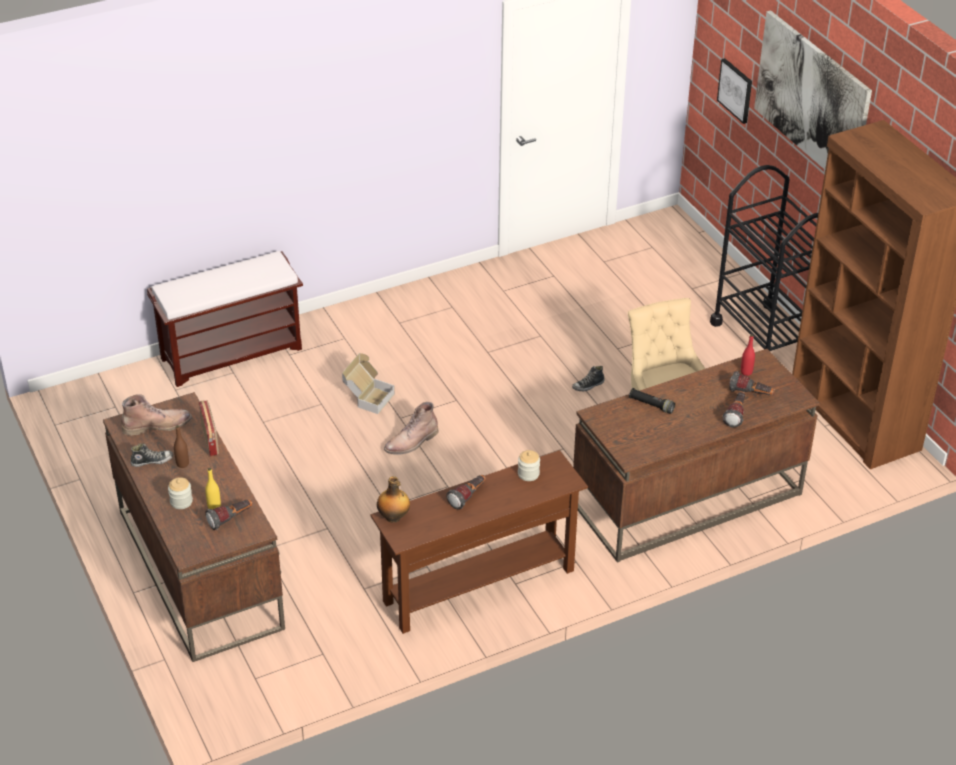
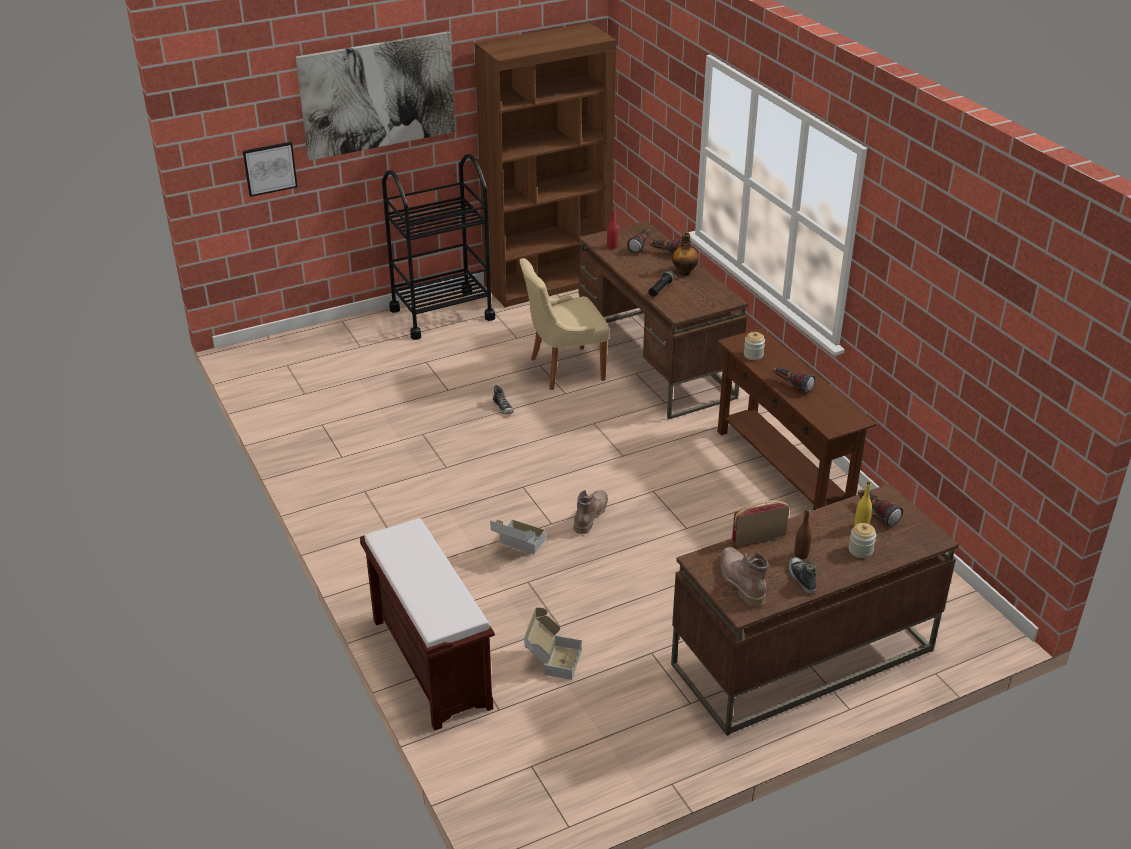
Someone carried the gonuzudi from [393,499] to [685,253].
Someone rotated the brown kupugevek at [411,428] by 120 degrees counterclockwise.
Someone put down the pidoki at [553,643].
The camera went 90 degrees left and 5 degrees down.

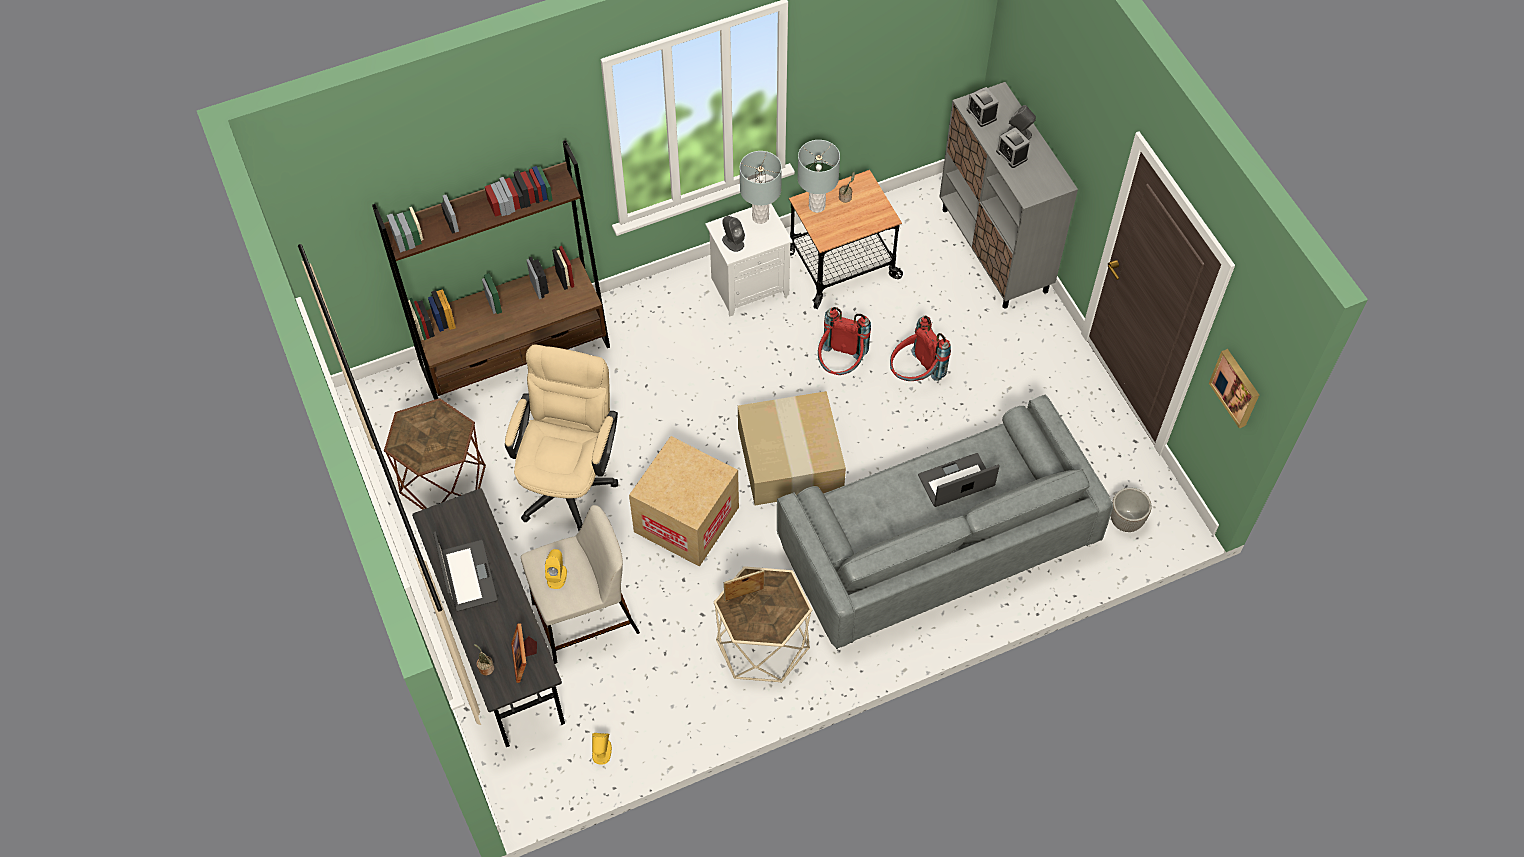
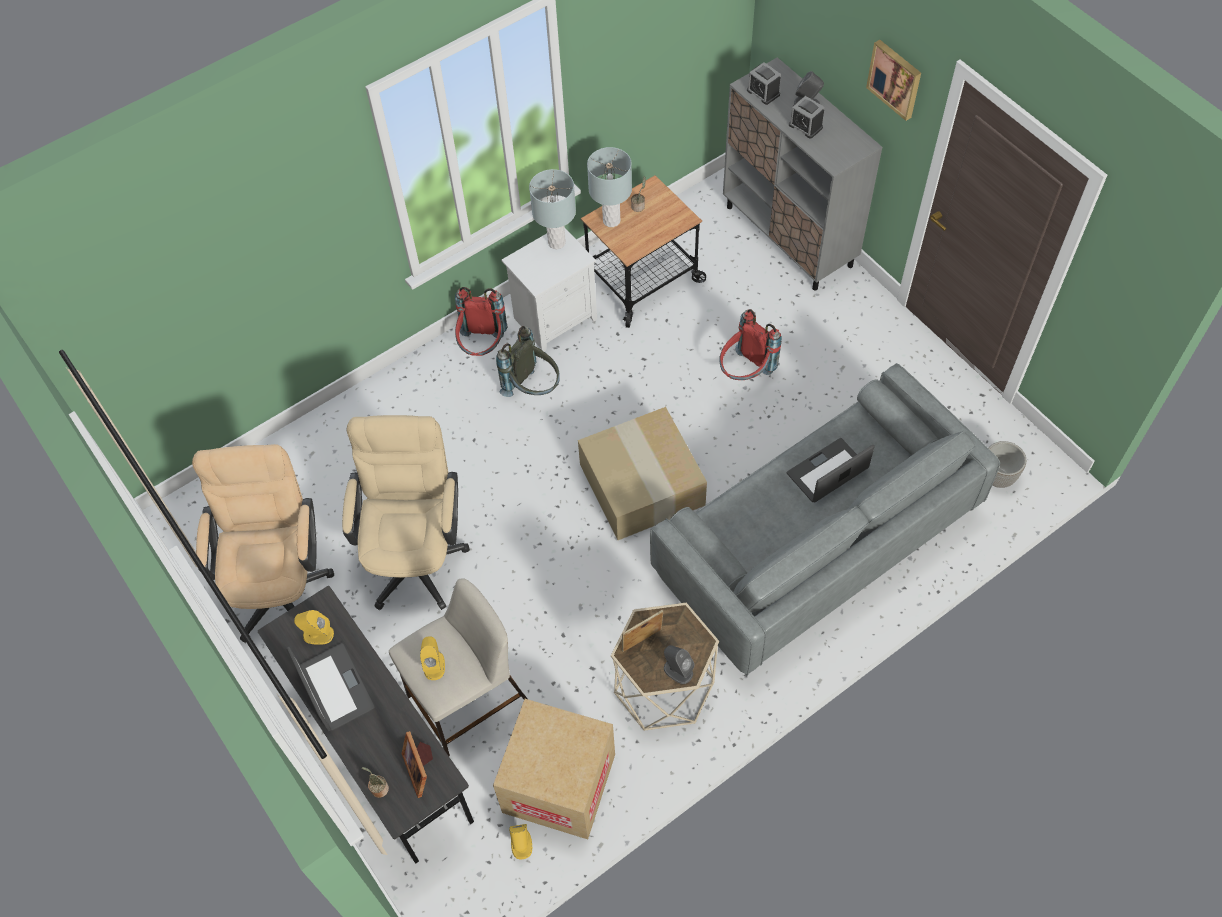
Someone took away the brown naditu at [491,270].
Someone swapped the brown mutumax at [435,454] for the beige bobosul at [263,543].
Someone carried the pidoki from [684,501] to [554,769].
Someone carried the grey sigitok from [733,234] to [679,664].
Someone carried the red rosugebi from [844,341] to [481,321].
Someone carried the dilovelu from [1234,388] to [893,80].
Someone put down the yellow sigitok at [314,627].
Someone put down the grey rosugebi at [528,361].
The camera went 10 degrees left and 0 degrees up.

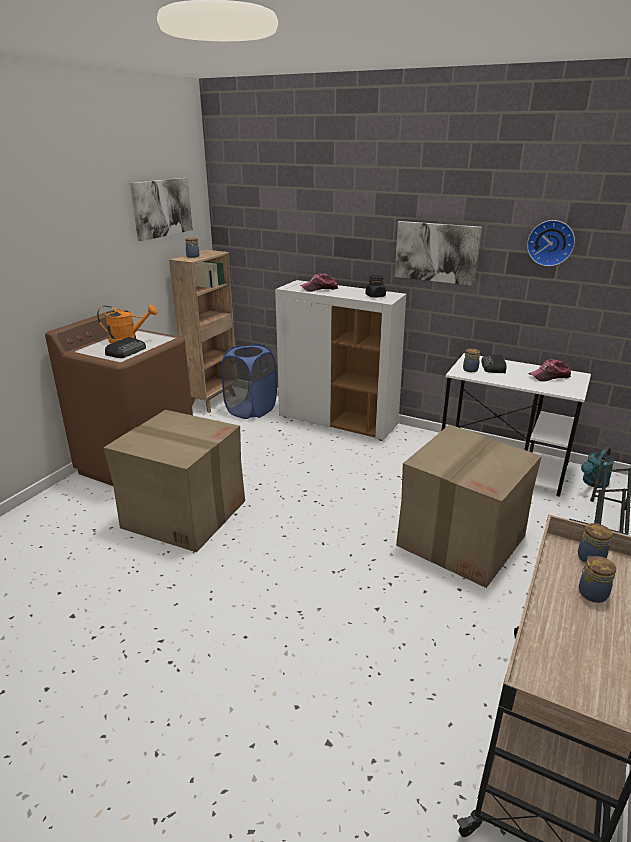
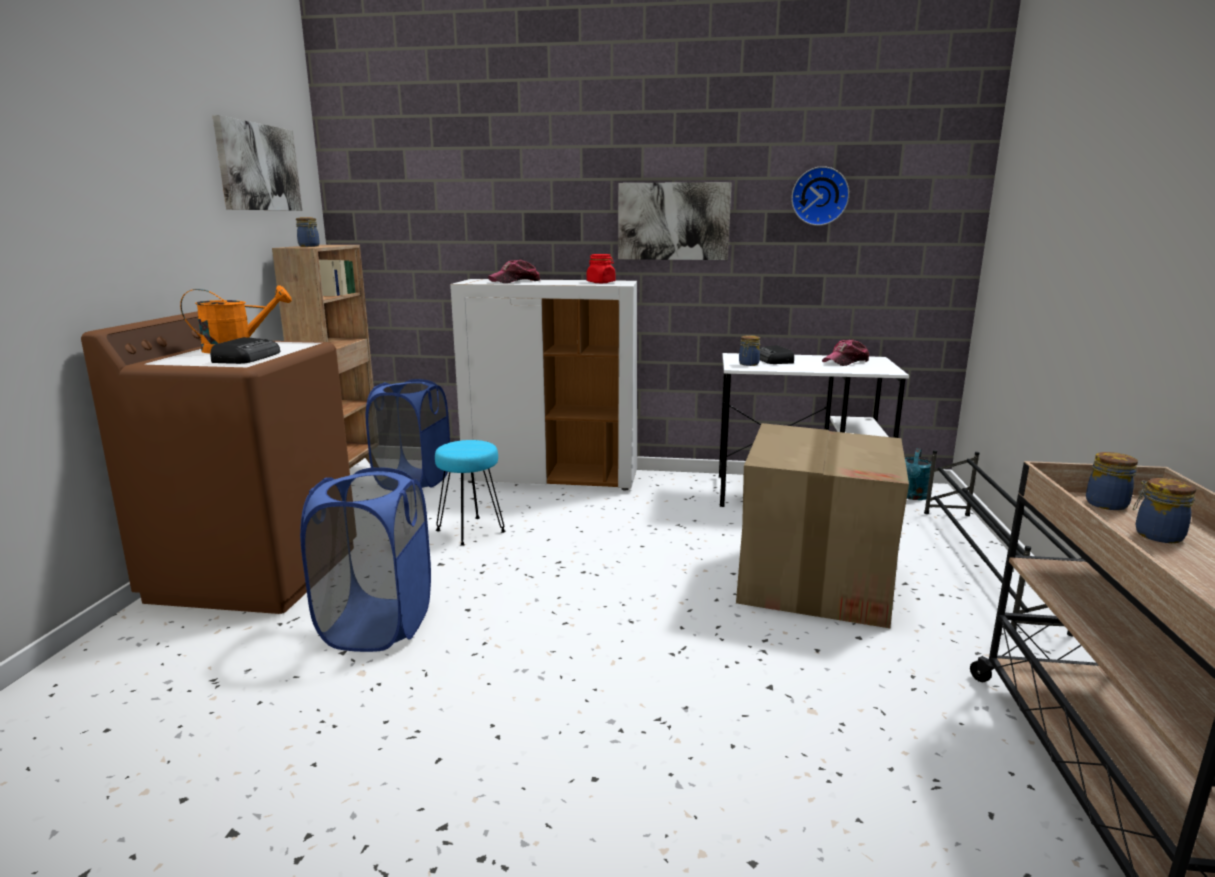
Someone swapped the pidoki at [174,481] for the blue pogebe at [365,559].
Someone repainted the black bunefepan at [375,286], which became the red bunefepan at [601,268].
Someone put down the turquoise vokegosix at [470,493].
The camera went 20 degrees left and 10 degrees down.

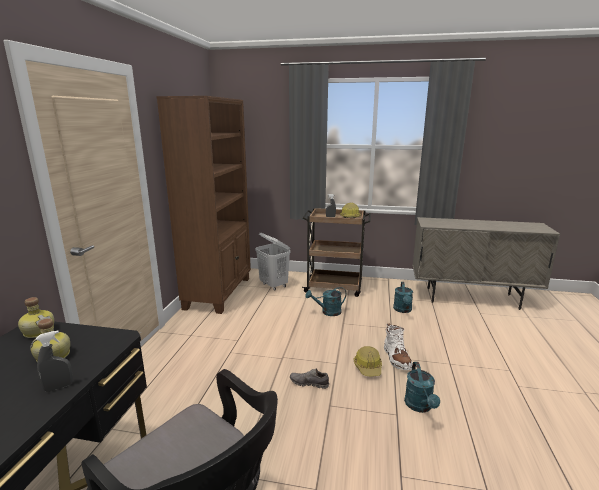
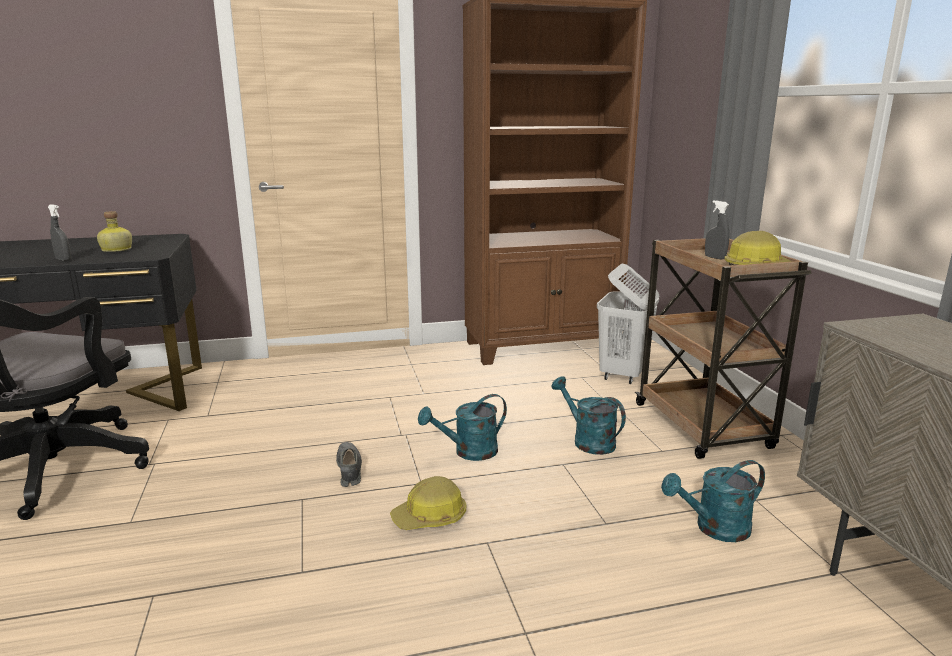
Someone took away the gonuzudi at [36,317].
Someone took away the white kupugevek at [398,346].
Someone carried the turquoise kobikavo from [422,387] to [462,427].
The camera went 65 degrees right and 0 degrees up.

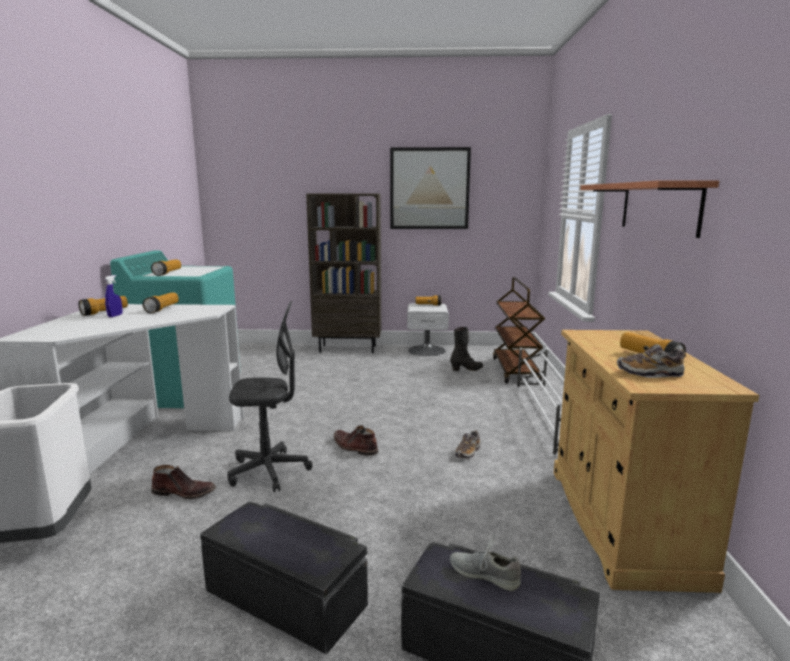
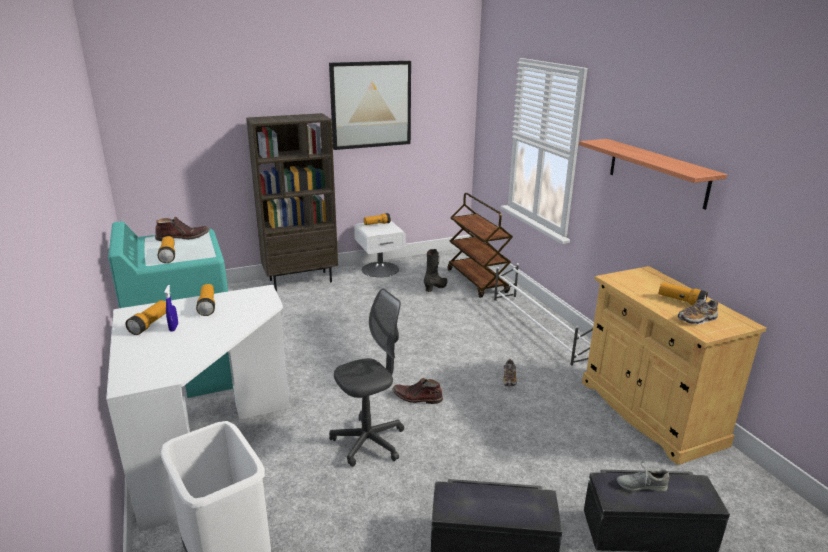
Someone carried the brown kupugevek from [183,482] to [182,229].
The camera went 25 degrees left and 10 degrees up.

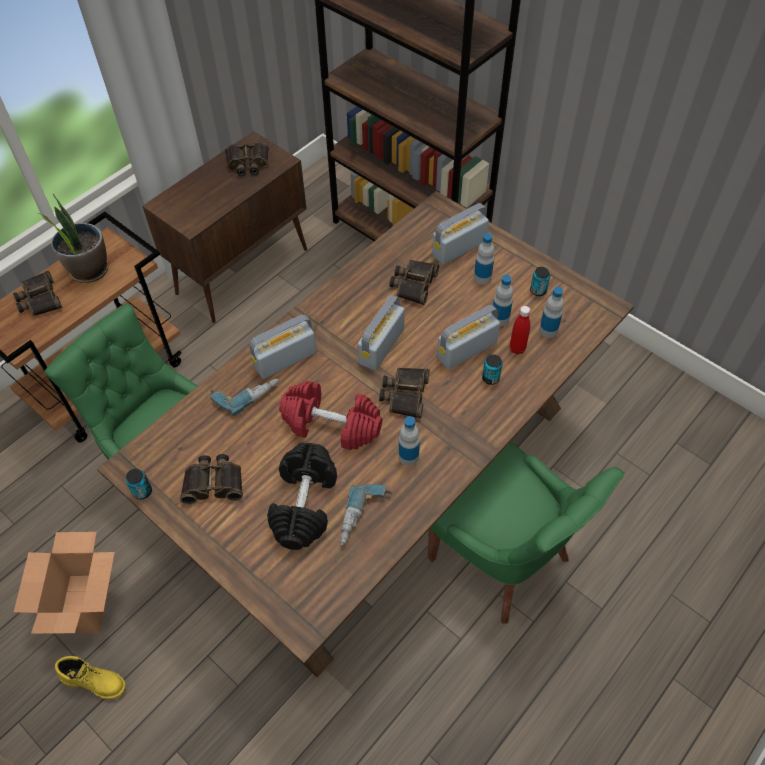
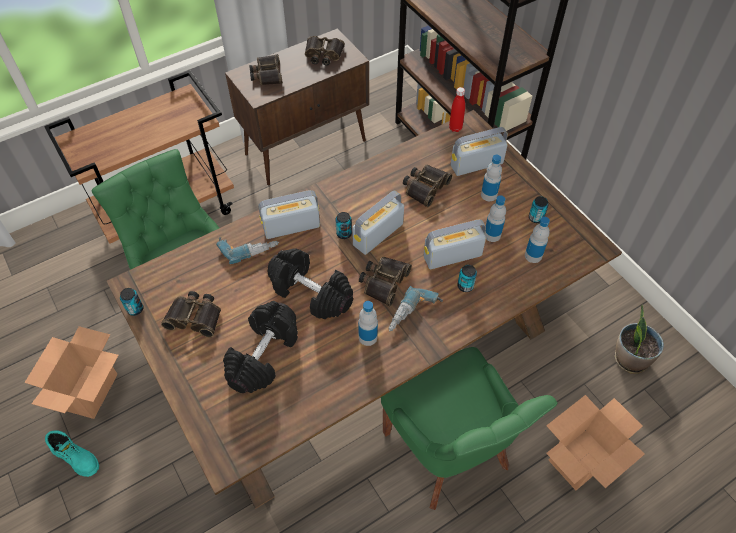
Someone carried the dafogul from [37,293] to [266,69].
Someone carried the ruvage from [73,238] to [639,339].
Someone repainted the yellow kupugevek at [90,677], which became the turquoise kupugevek at [72,453].
Someone repainted the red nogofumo at [330,415], which became the black nogofumo at [310,284].
Someone carried the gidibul from [366,515] to [415,309].
Someone carried the red gonuzudi from [520,330] to [457,109].
Someone put down the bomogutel at [344,225].
Someone put down the pidoki at [595,442].
The camera went 15 degrees right and 0 degrees up.

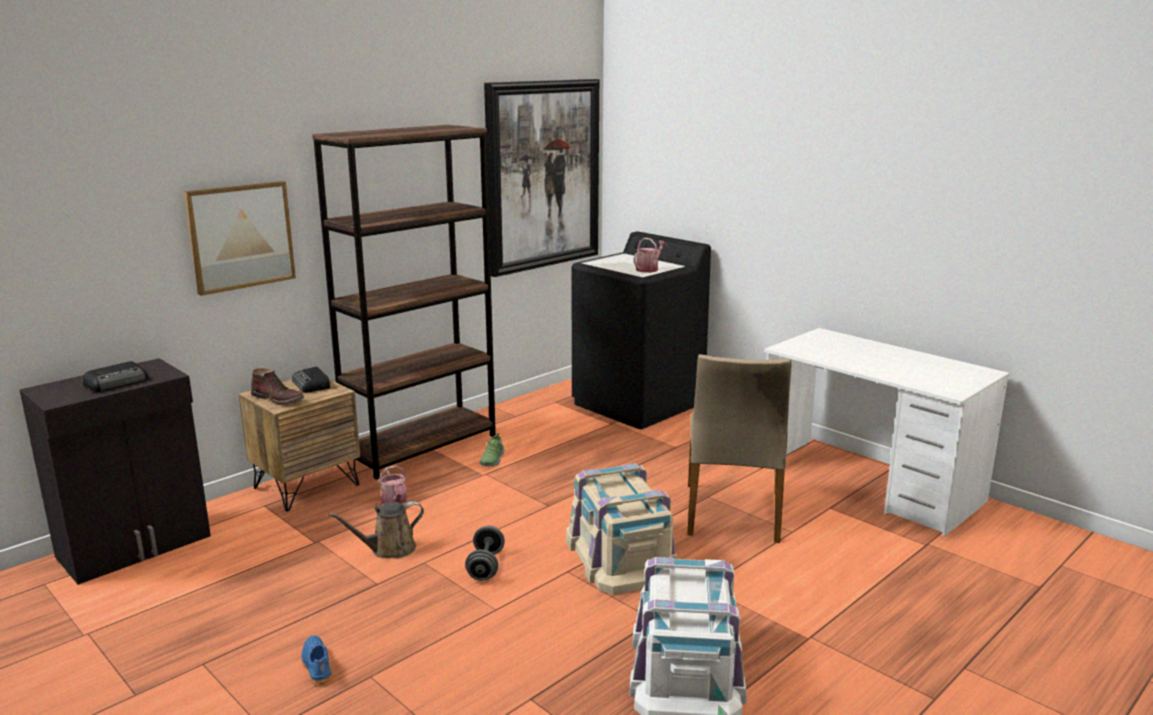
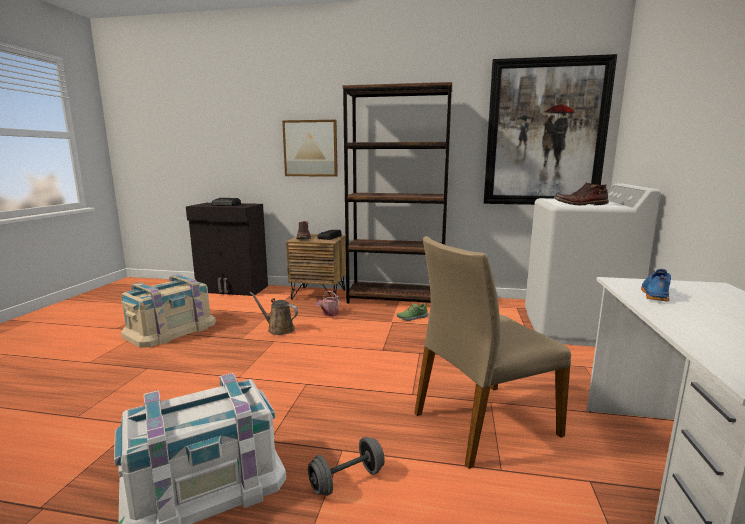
Someone carried the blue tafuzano from [316,660] to [656,285].
Someone carried the grey nogofumo from [485,553] to [346,466].
Someone carried the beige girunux from [621,529] to [168,311].
Someone repainted the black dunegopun at [641,330], which became the white dunegopun at [593,265].
Someone swapped the kobikavo at [650,255] for the brown kupugevek at [581,193].
The camera went 55 degrees right and 5 degrees down.

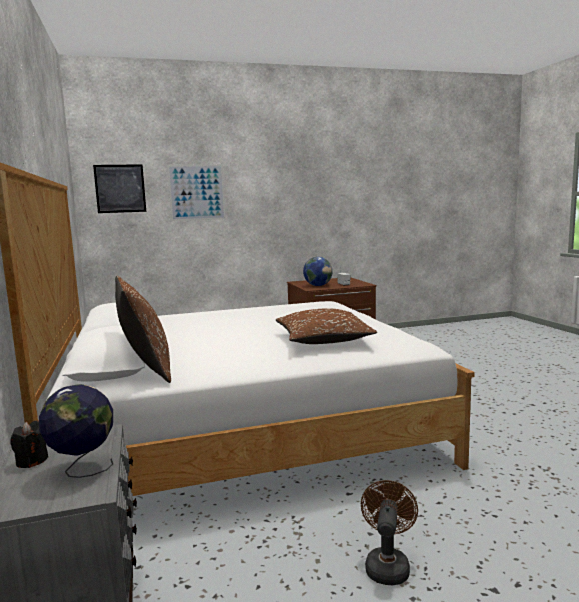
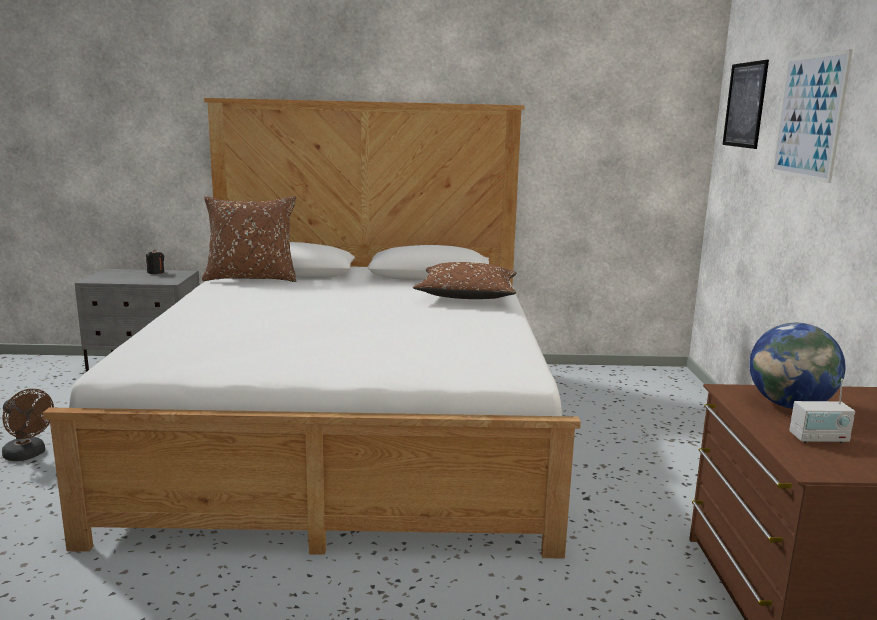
Someone took away the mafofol at [76,431].
Someone carried the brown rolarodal from [326,326] to [465,280].
The camera went 105 degrees right and 5 degrees up.

